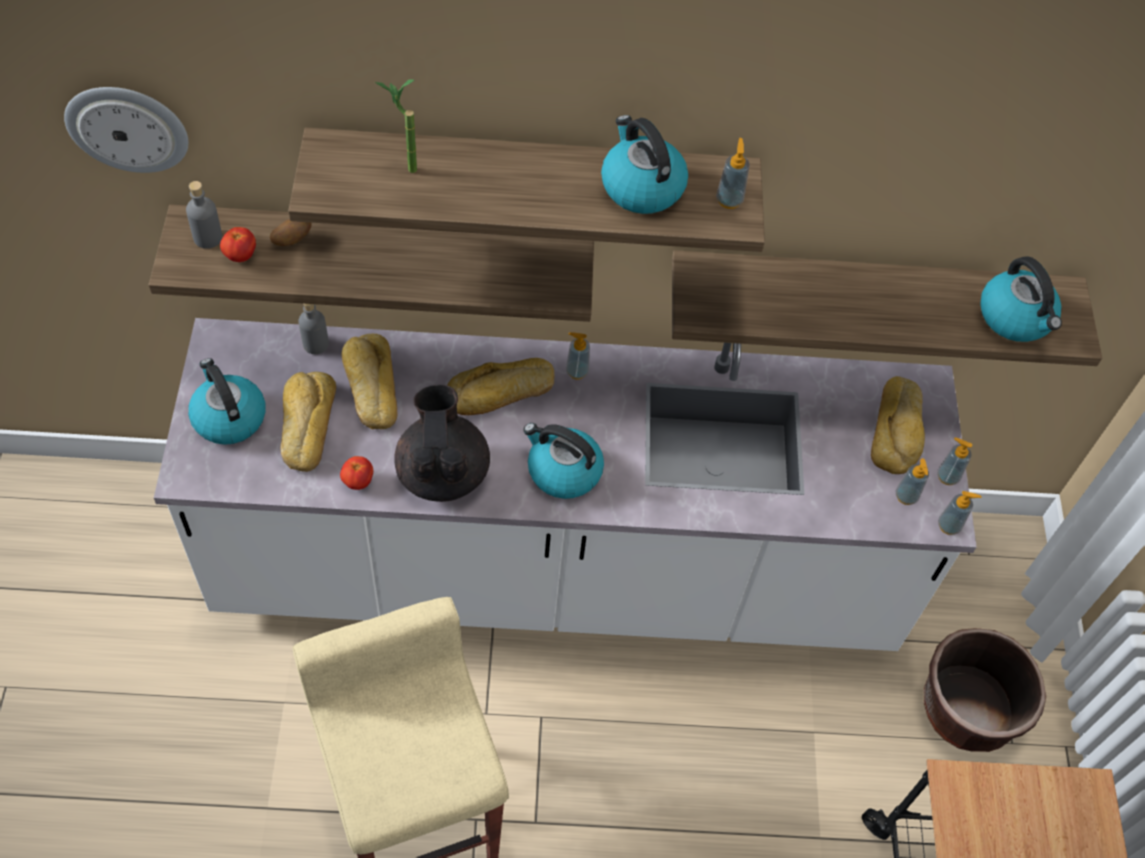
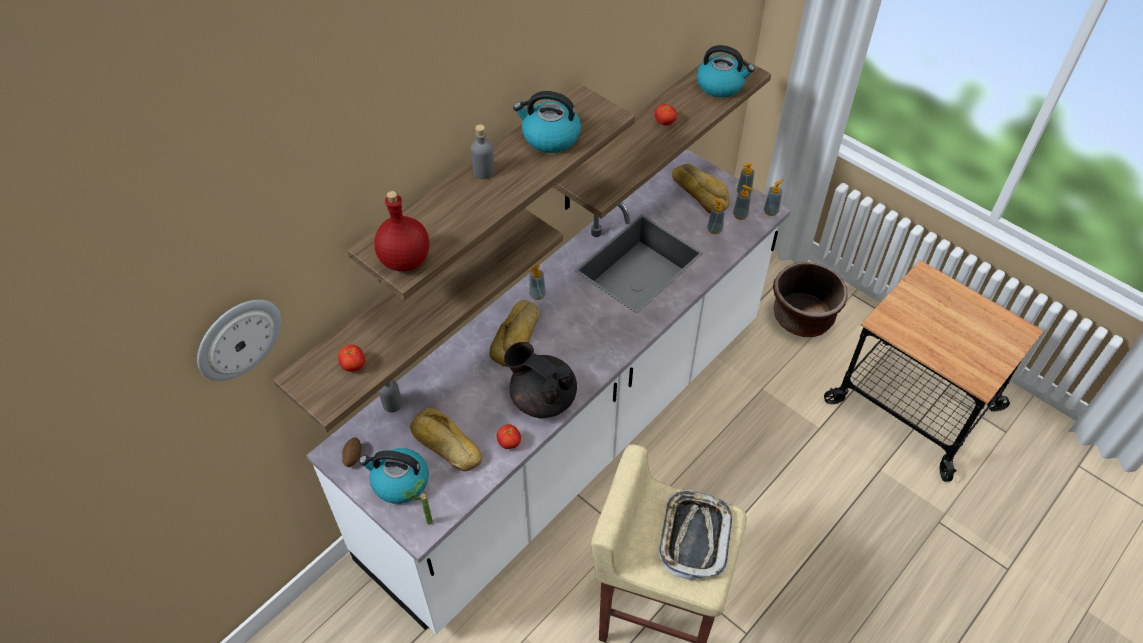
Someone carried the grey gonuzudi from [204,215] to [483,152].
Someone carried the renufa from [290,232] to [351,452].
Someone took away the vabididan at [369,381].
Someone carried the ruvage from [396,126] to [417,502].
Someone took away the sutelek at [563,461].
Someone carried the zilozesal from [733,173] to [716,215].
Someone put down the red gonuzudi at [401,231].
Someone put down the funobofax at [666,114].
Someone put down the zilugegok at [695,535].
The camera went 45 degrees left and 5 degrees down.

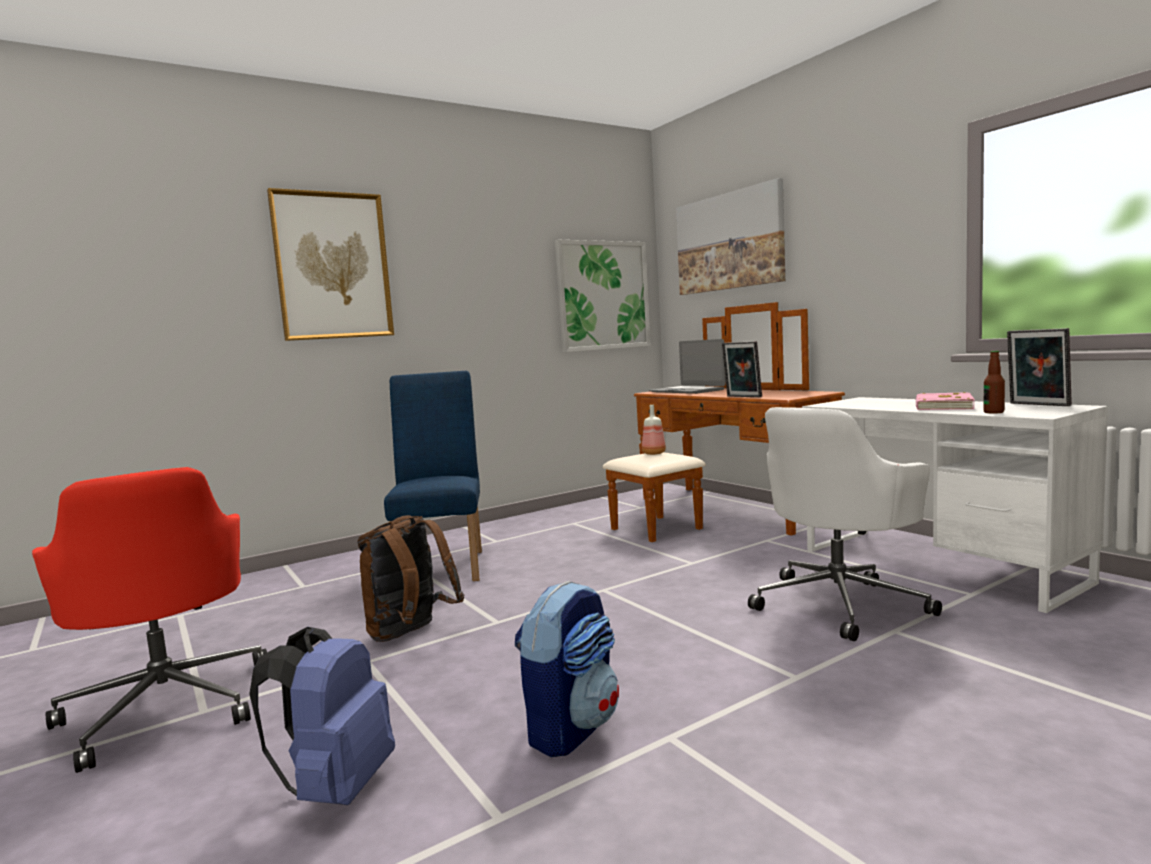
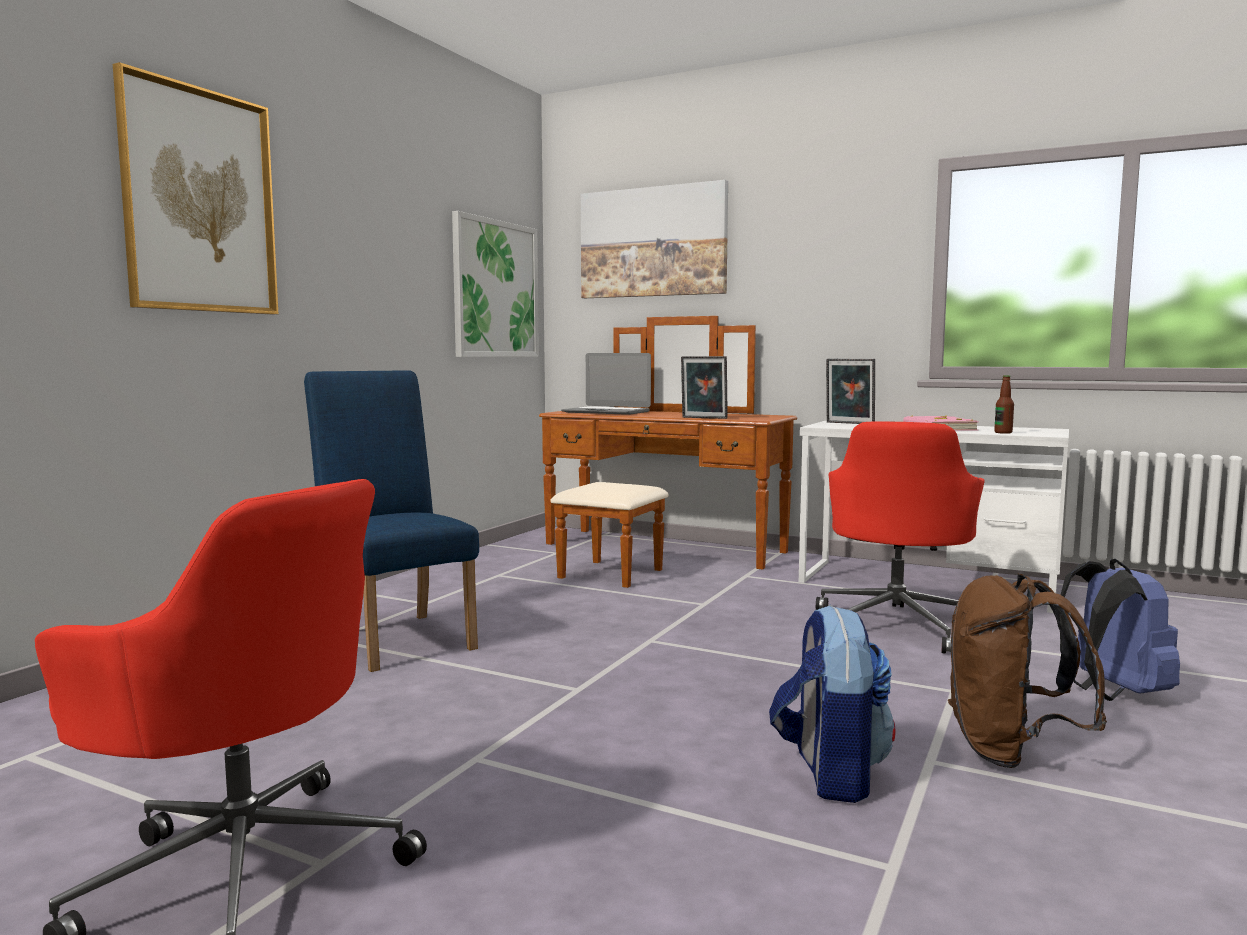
Someone carried the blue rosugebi from [322,716] to [1120,630].
Someone carried the brown rosugebi from [410,578] to [1027,671].
Someone took away the gonuzudi at [654,430].
Someone repainted the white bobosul at [845,524], which became the red bobosul at [900,537].
Someone carried the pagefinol from [1039,367] to [850,391].
The camera went 30 degrees left and 0 degrees up.

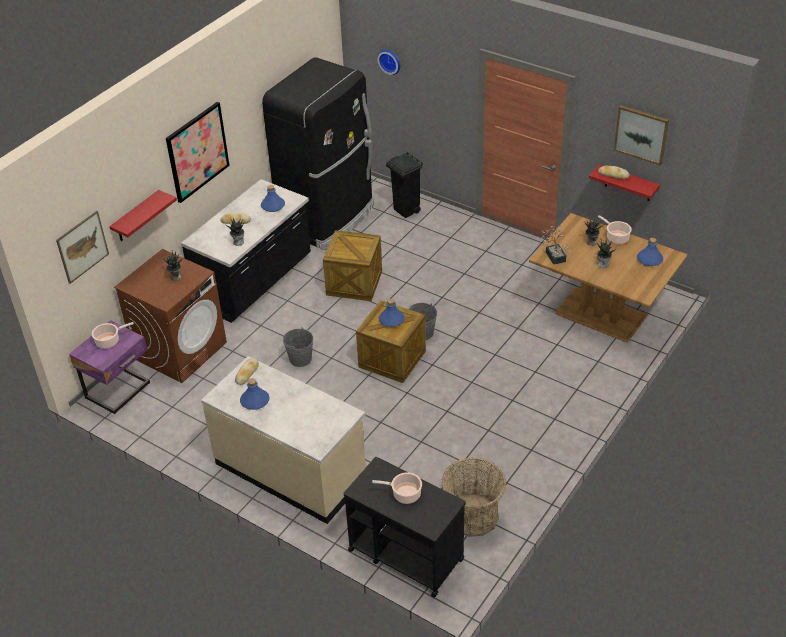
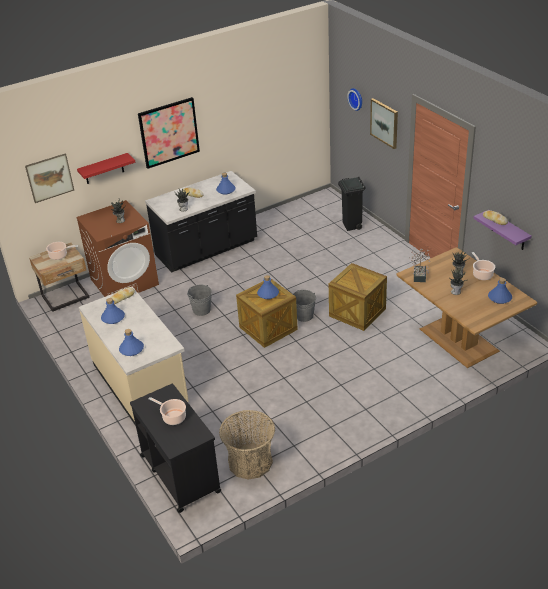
Someone repainted the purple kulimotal at [109,367], which became the beige kulimotal at [59,277].
Someone took away the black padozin at [318,153].
Someone carried the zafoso from [352,265] to [358,297].
Someone repainted the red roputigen at [624,182], which became the purple roputigen at [502,230].
Someone carried the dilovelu from [641,135] to [384,123].
Someone put down the blue gonuzudi at [131,342].
The camera went 25 degrees right and 5 degrees down.

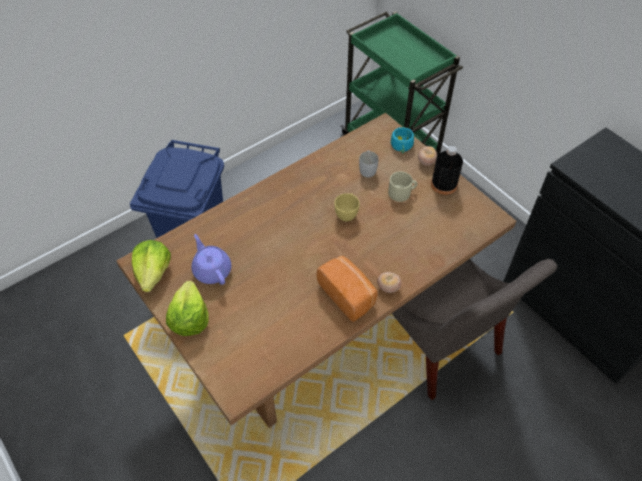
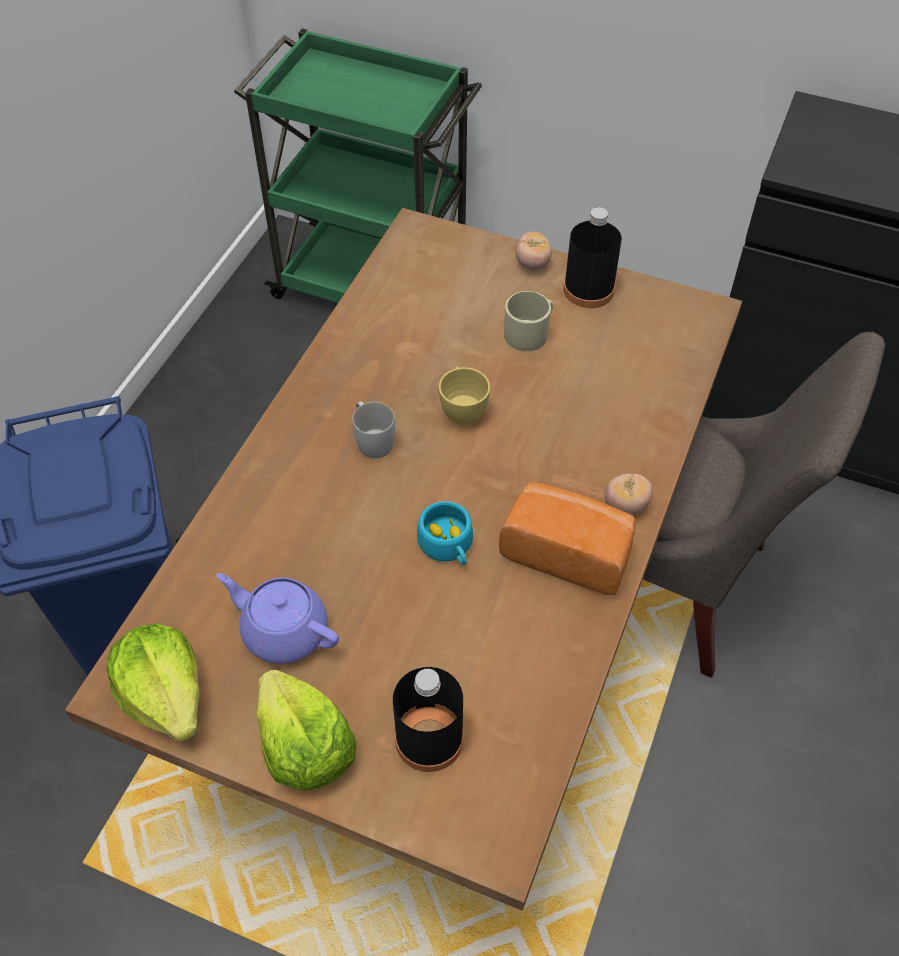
Someone carried the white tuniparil from [369,163] to [373,430].
Someone carried the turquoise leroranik from [402,140] to [445,533].
Someone put down the black gonuzudi at [428,719].
The camera went 30 degrees left and 0 degrees up.

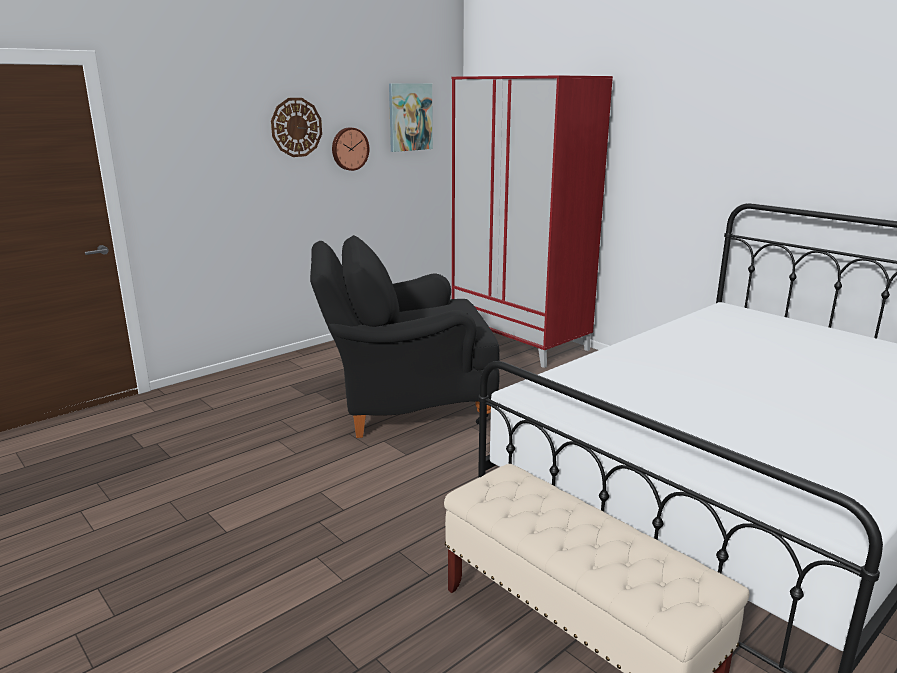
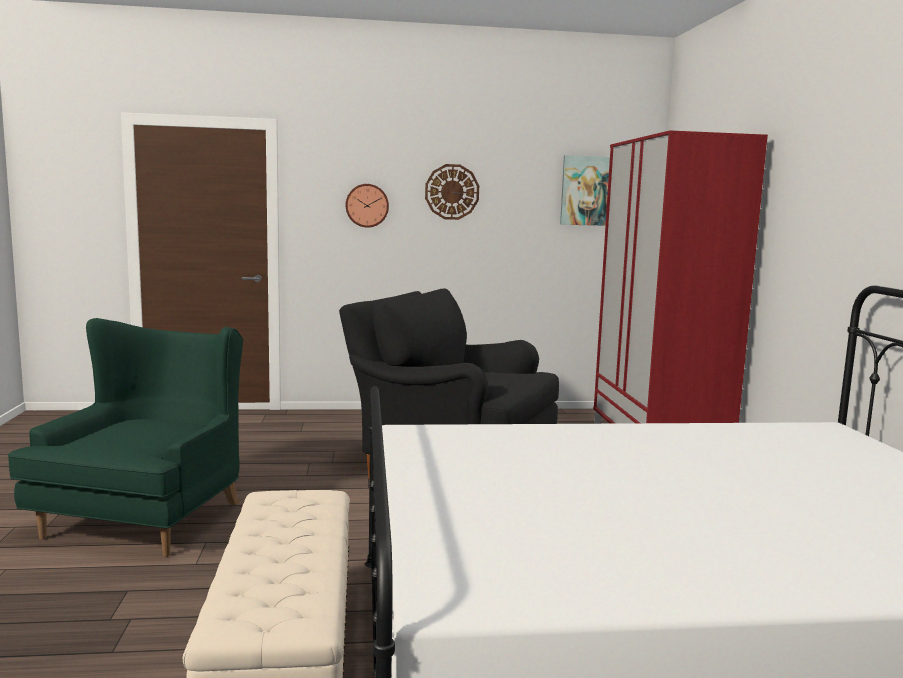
Someone carried the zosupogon from [350,149] to [367,206].
Someone put down the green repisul at [125,437].
The camera went 35 degrees right and 10 degrees down.

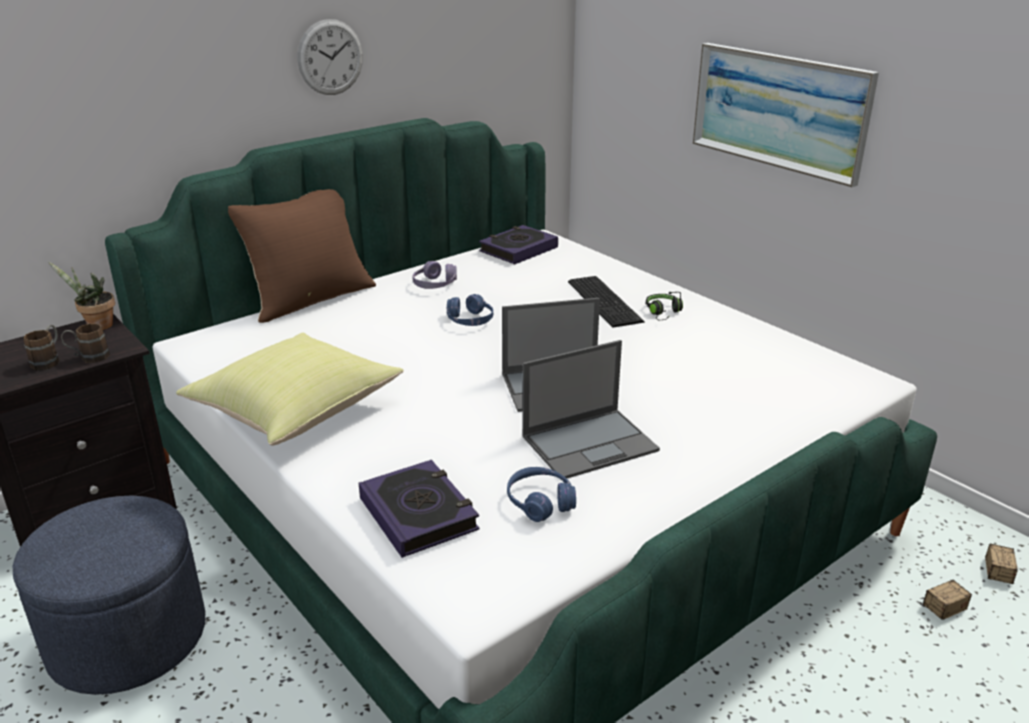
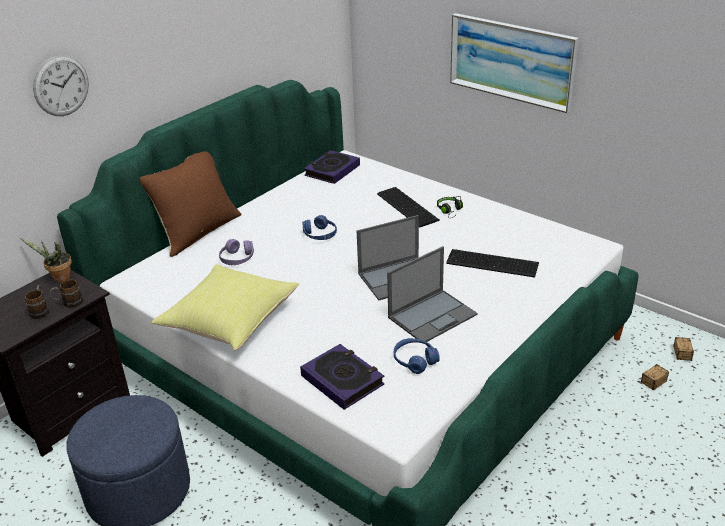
Someone carried the zosupogon from [330,57] to [61,85].
Someone carried the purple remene from [434,275] to [236,252].
Someone put down the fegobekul at [492,263].
The camera went 10 degrees left and 5 degrees up.

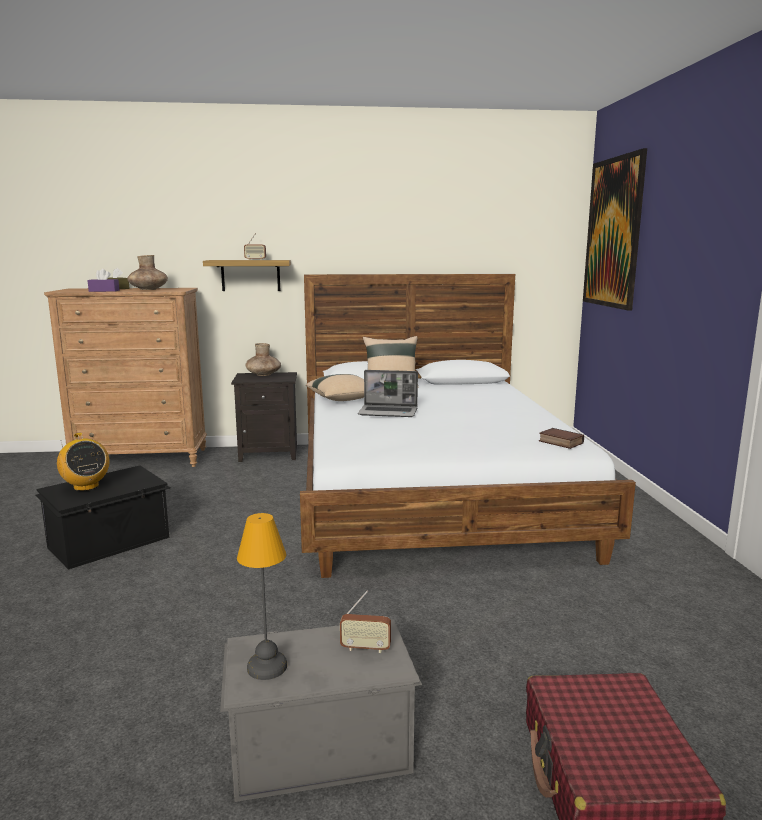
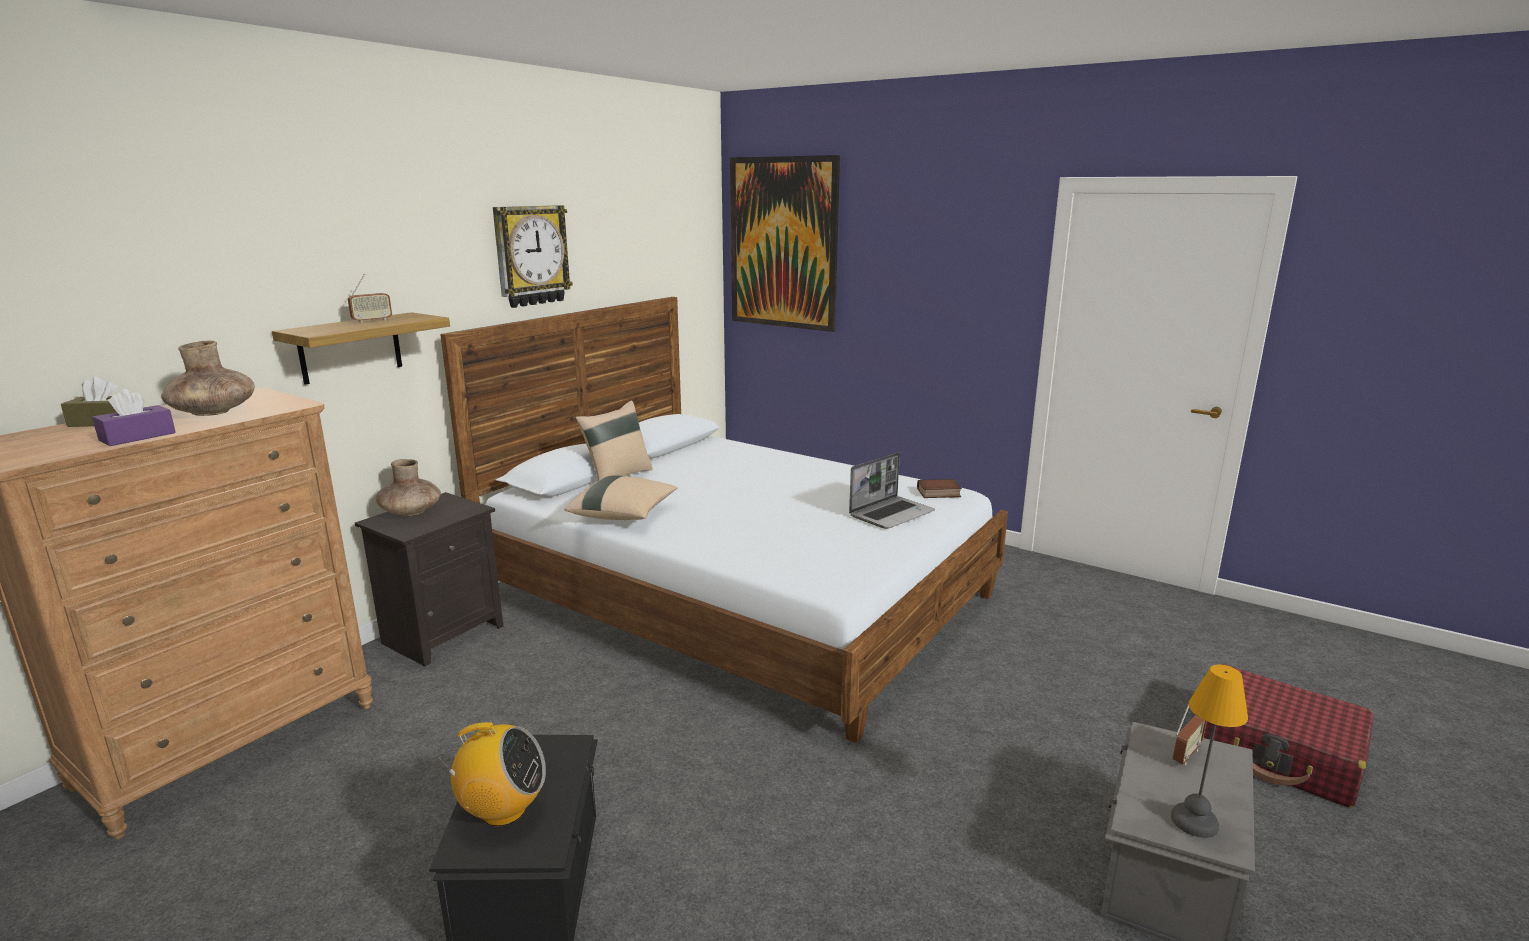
Someone carried the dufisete from [388,393] to [892,490].
Someone put up the zosupogon at [533,256].
The camera went 50 degrees left and 5 degrees up.

